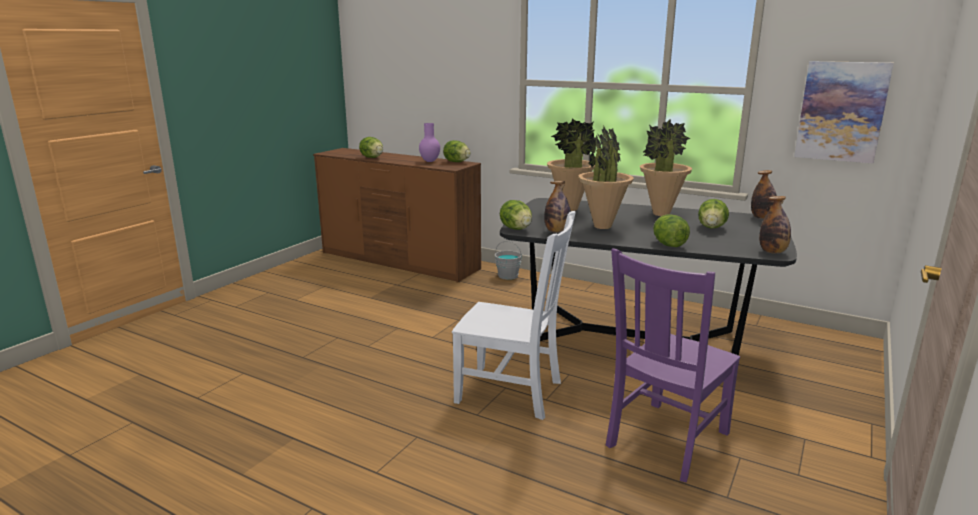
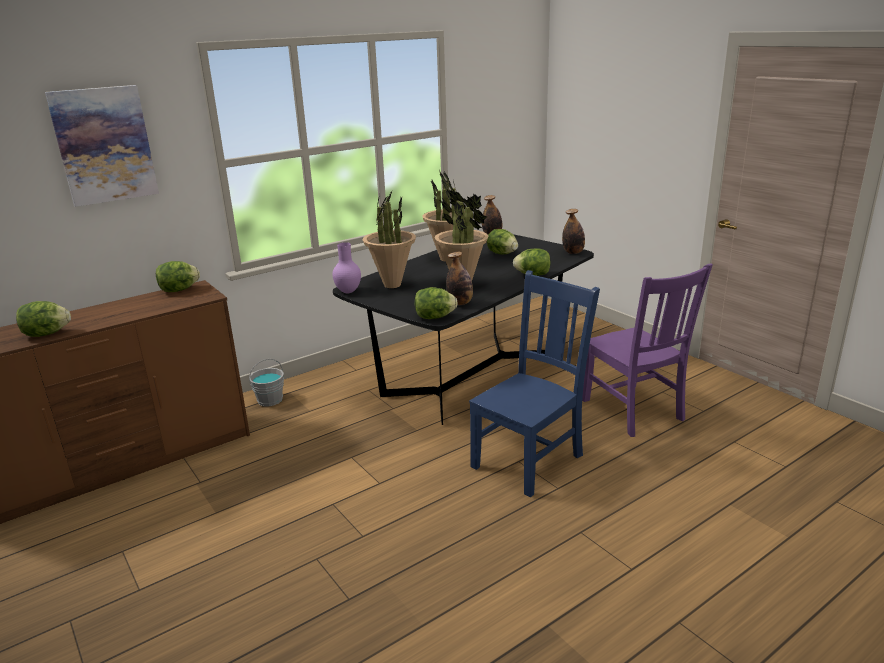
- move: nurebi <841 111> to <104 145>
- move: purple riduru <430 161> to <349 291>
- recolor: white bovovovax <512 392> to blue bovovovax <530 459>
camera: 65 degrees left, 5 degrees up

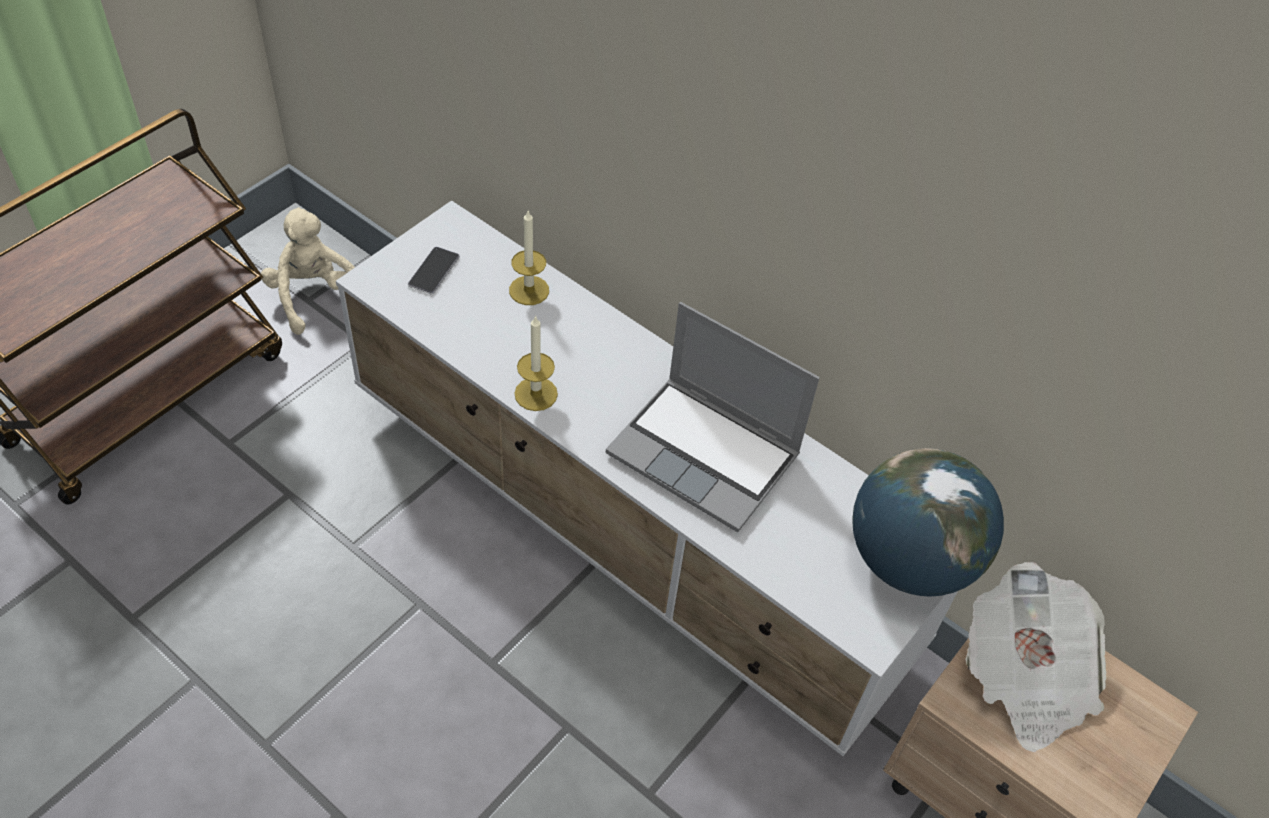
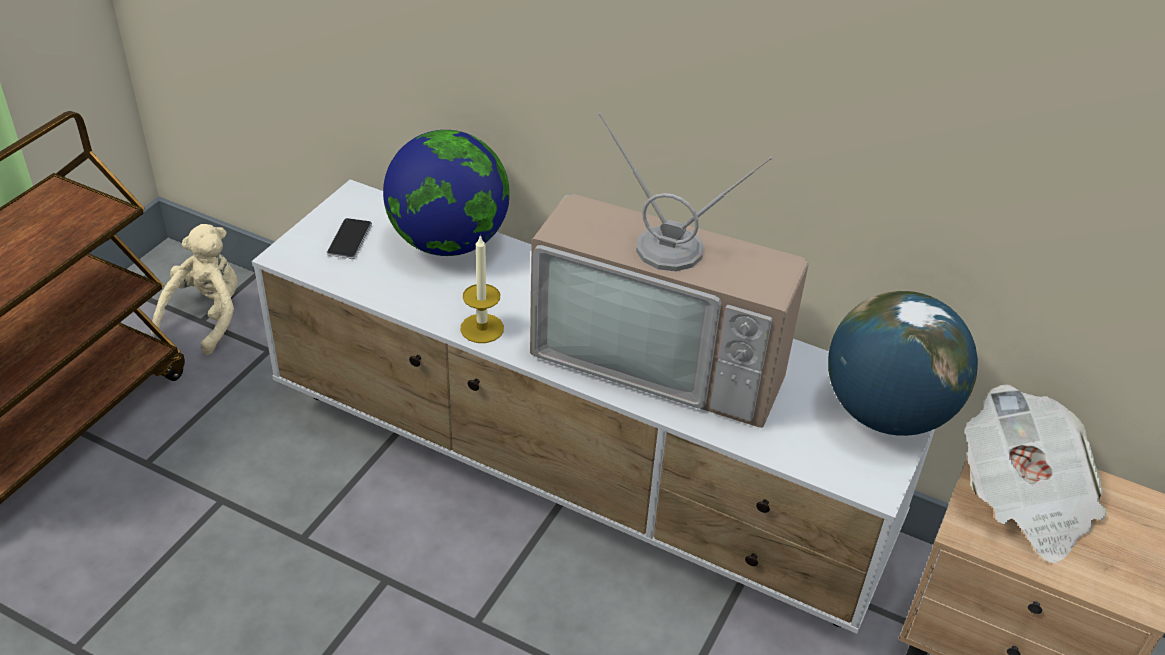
- rotate: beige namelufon <314 297> = <207 317> 60 degrees clockwise
- replace: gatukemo <529 290> to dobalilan <449 243>
- replace: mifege <706 455> to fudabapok <665 355>
camera: 10 degrees left, 10 degrees down

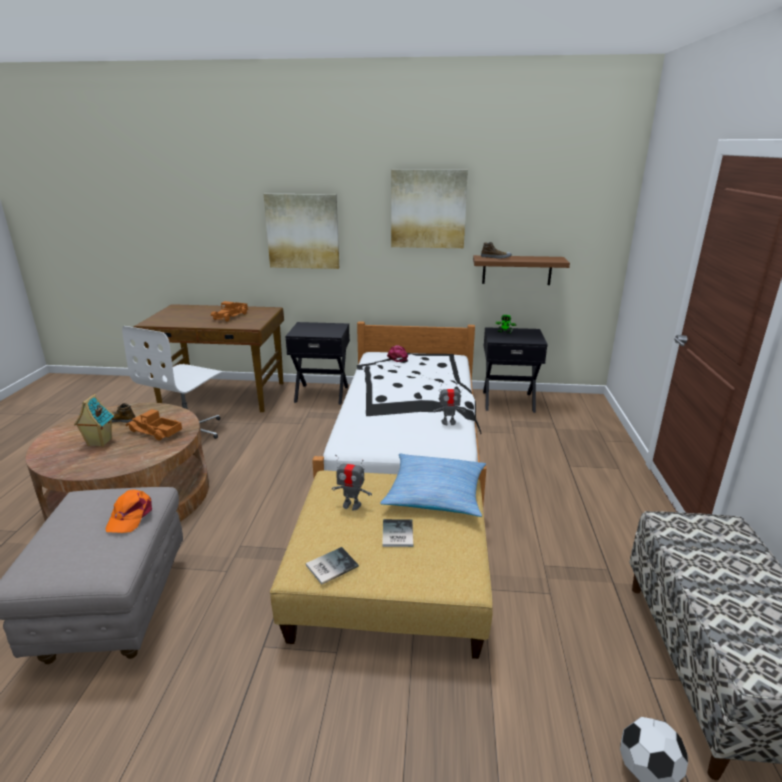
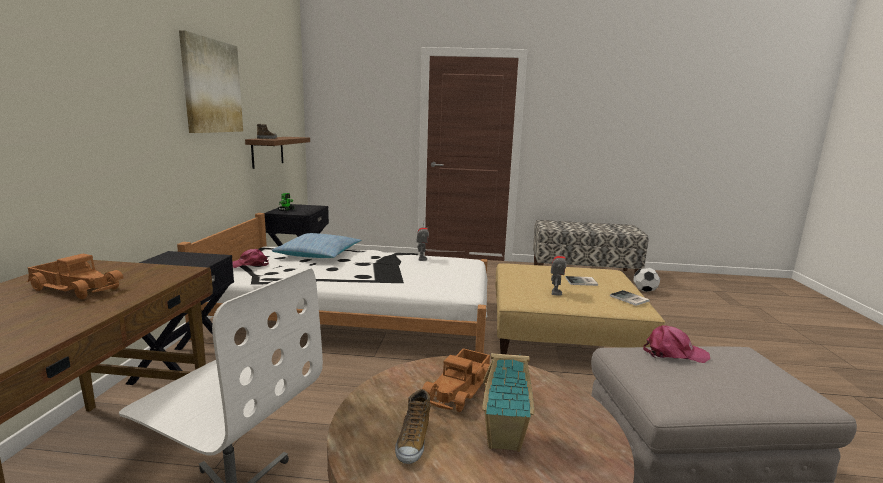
- delete: nurebi <302 231>
- move: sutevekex <435 494> to <319 254>
- recolor: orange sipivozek <130 516> to pink sipivozek <673 353>
camera: 90 degrees left, 10 degrees down

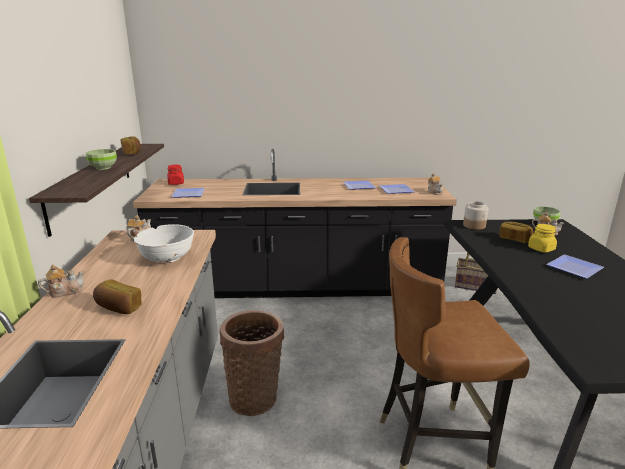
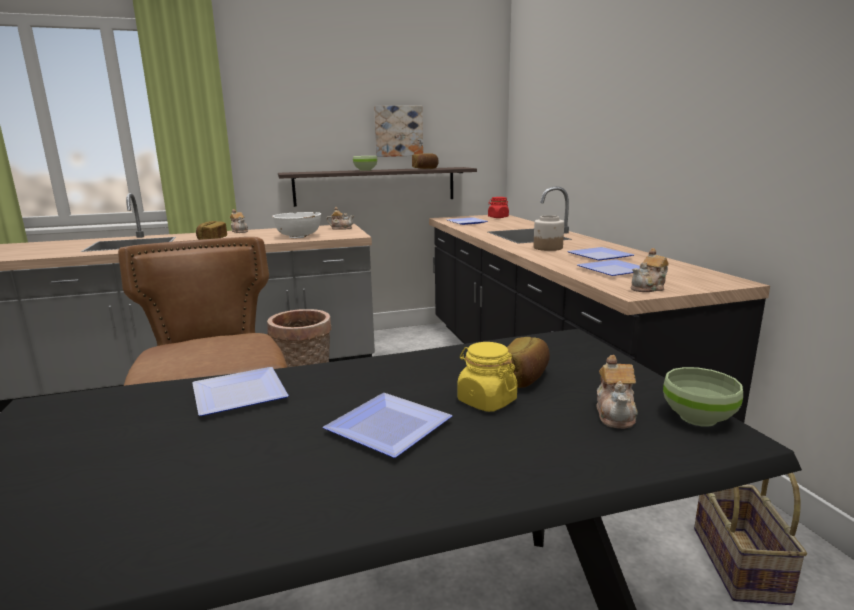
- move: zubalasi <474 226> to <548 248>
- insert: nurebi <398 131>
- insert: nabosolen <236 394>
camera: 75 degrees right, 5 degrees down

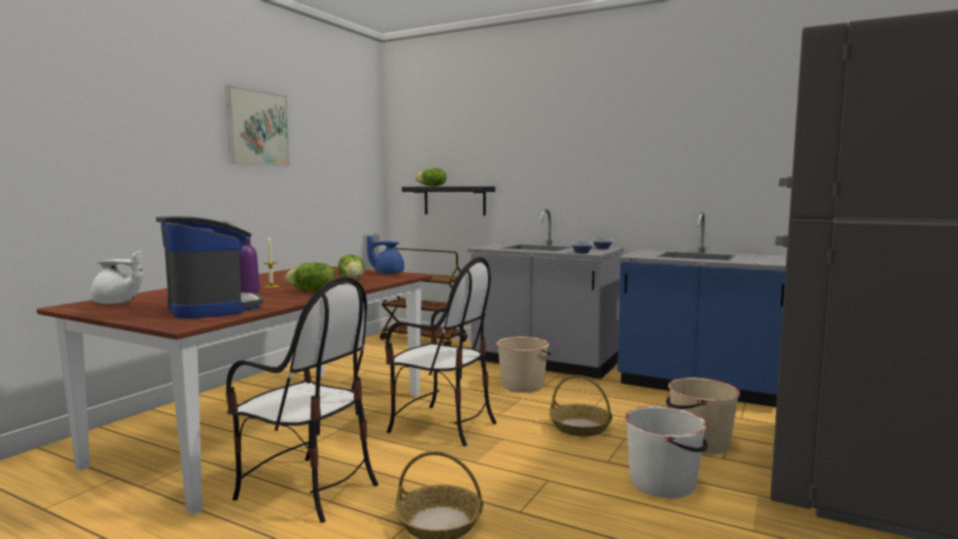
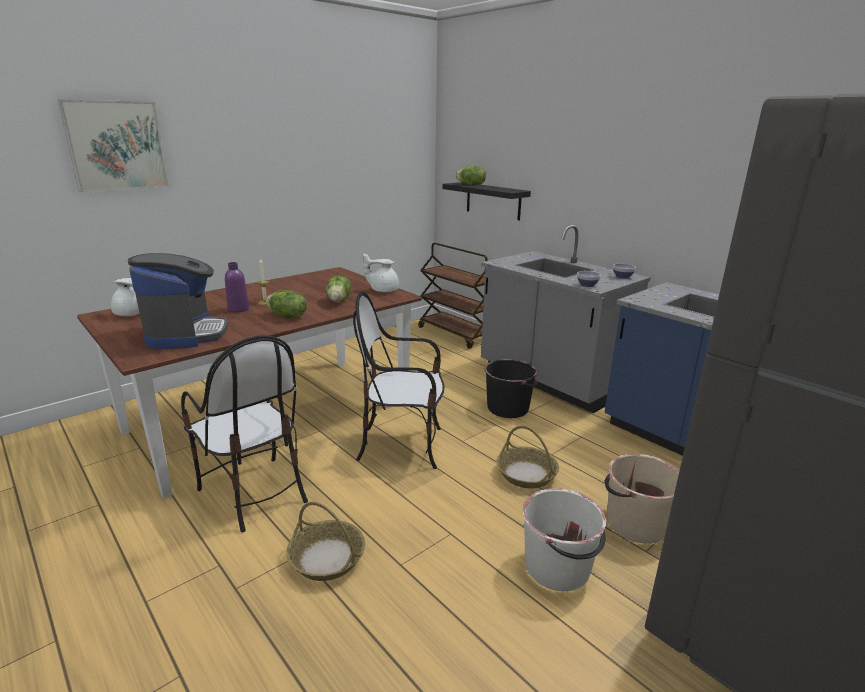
- move: nurebi <257 128> to <116 146>
- recolor: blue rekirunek <387 273> to white rekirunek <383 290>
- rotate: bovovovax <442 426> = <402 445> 135 degrees clockwise
- recolor: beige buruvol <522 385> to black buruvol <508 408>
camera: 20 degrees right, 15 degrees up

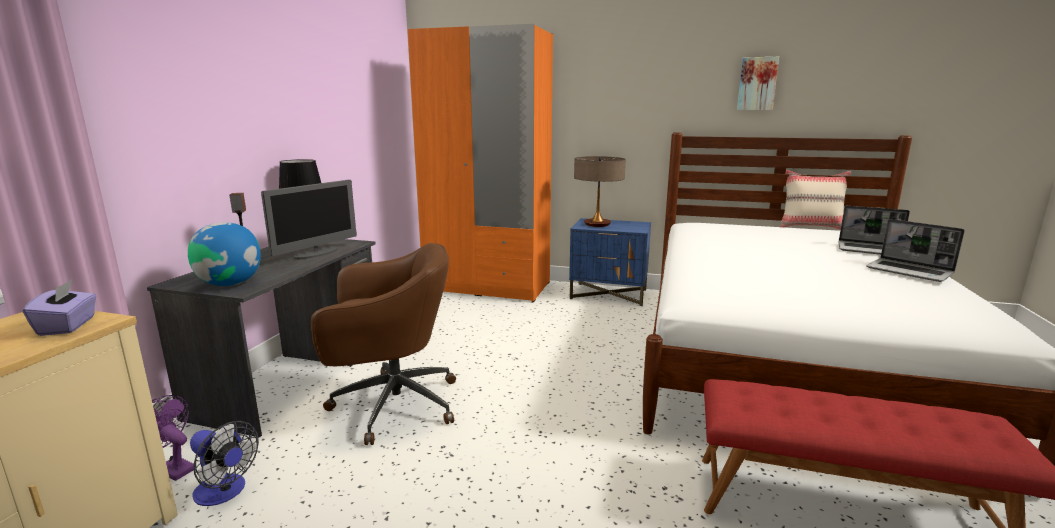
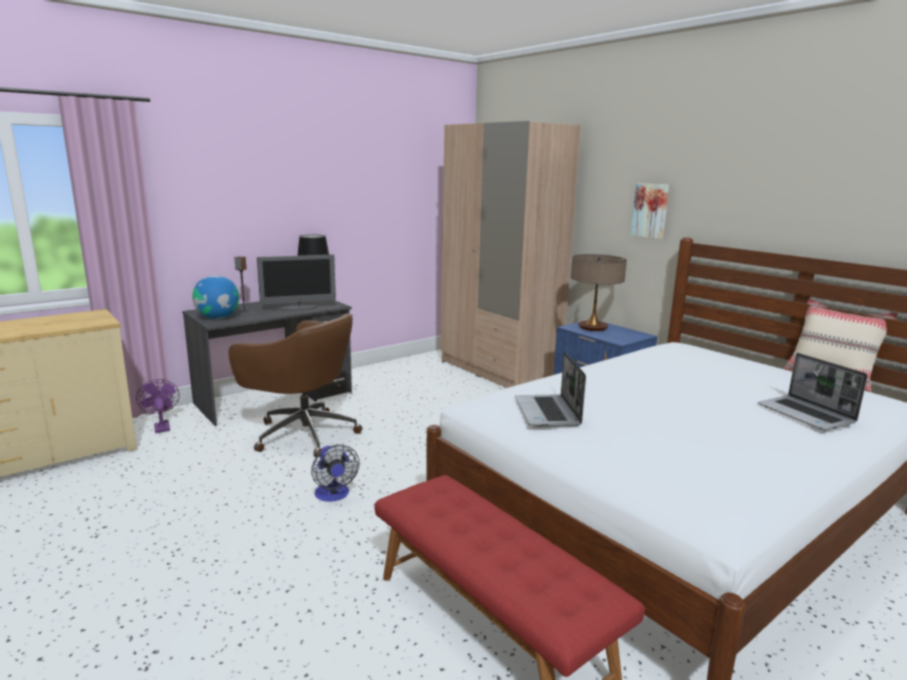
- recolor: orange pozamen <488 286> to beige pozamen <499 370>
- move: nurebi <757 84> to <651 210>
- move: mifege <910 271> to <548 412>
- delete: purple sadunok <68 326>
- move: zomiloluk <225 492> to <333 495>
camera: 35 degrees right, 0 degrees up

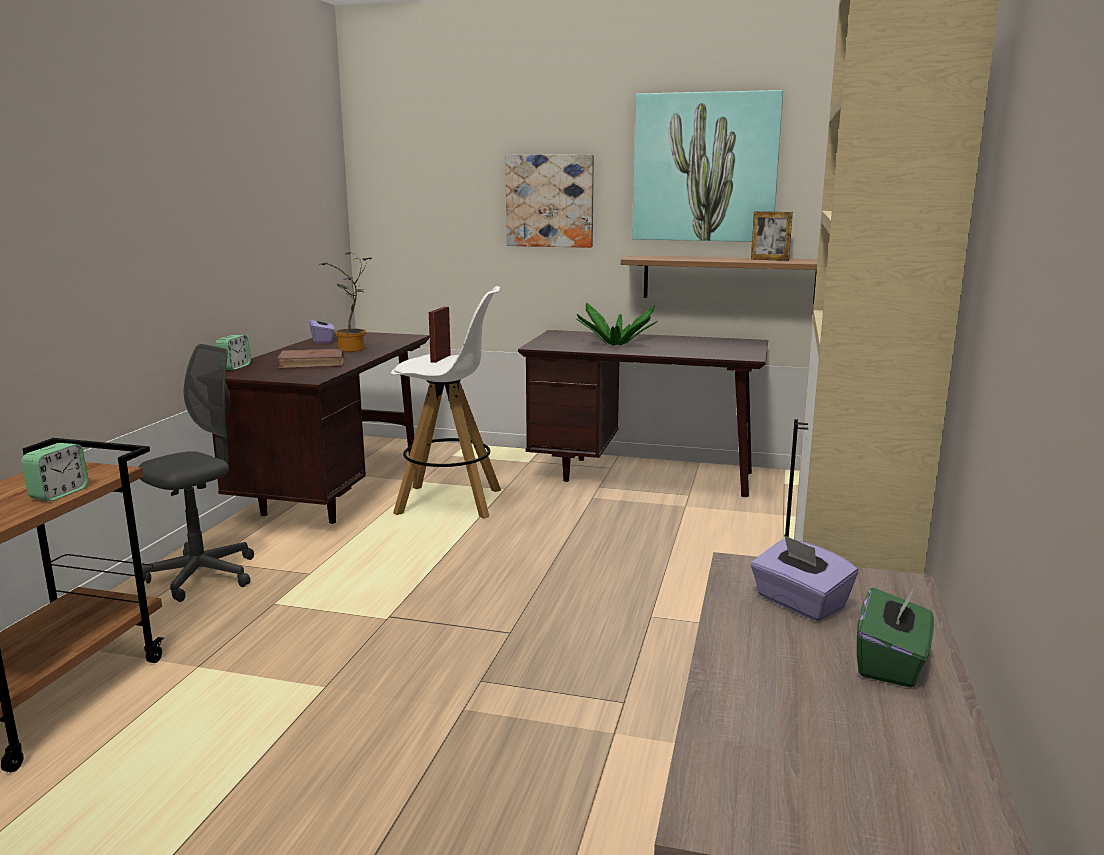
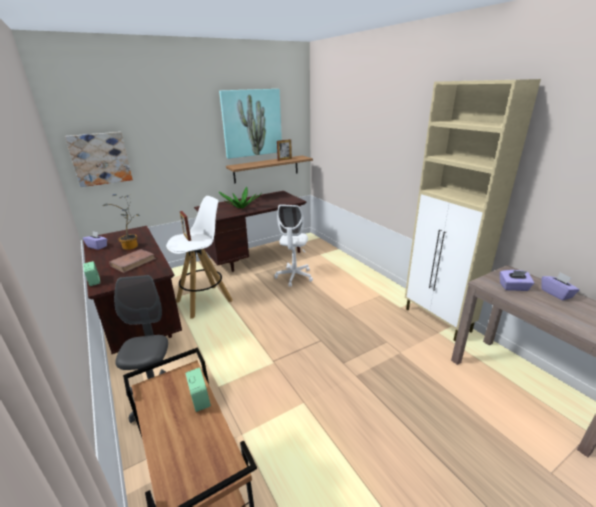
- move: nurebi <550 201> to <100 159>
- recolor: green sadunok <891 663> to purple sadunok <556 293>
- insert: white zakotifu <294 277>
camera: 45 degrees left, 10 degrees up

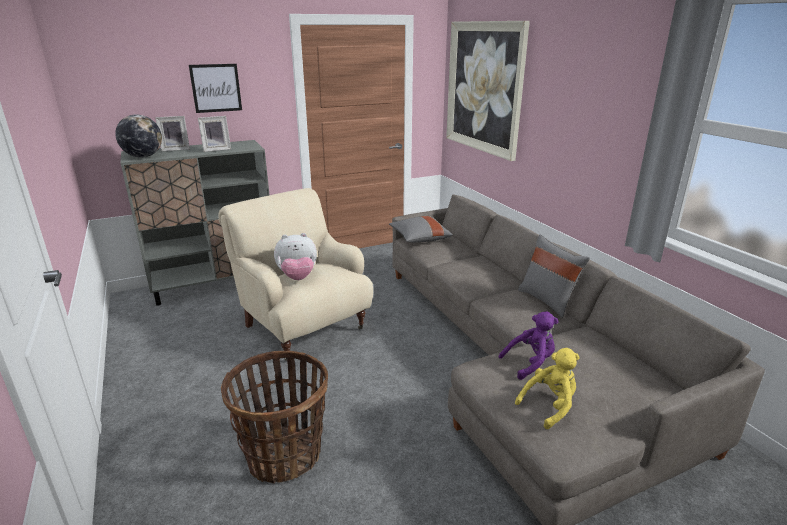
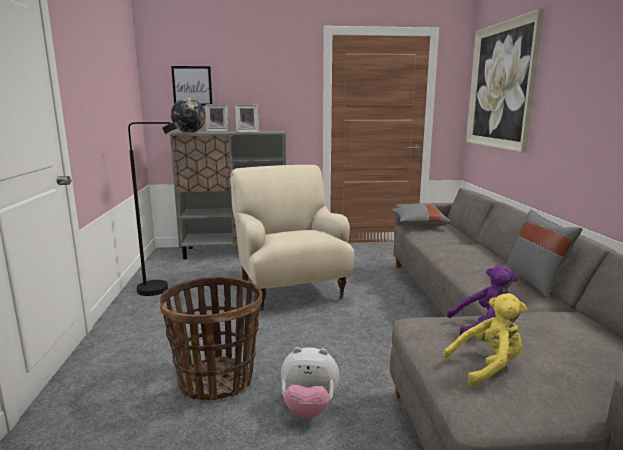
- move: nurebi <216 88> to <192 86>
- move: namelufon <297 277> to <309 408>
- insert: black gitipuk <161 290>
camera: 20 degrees right, 10 degrees down

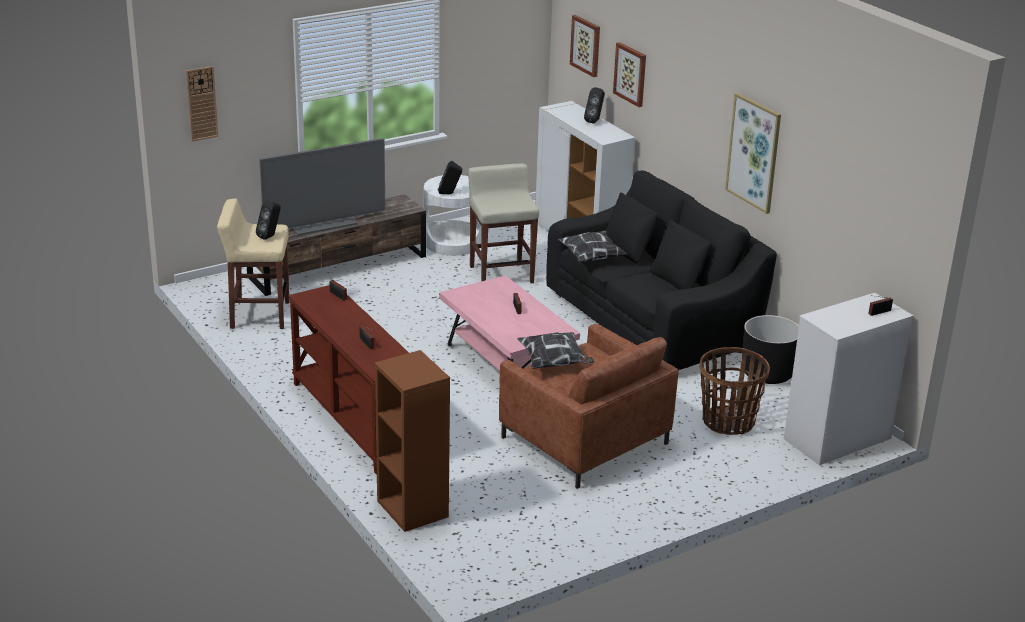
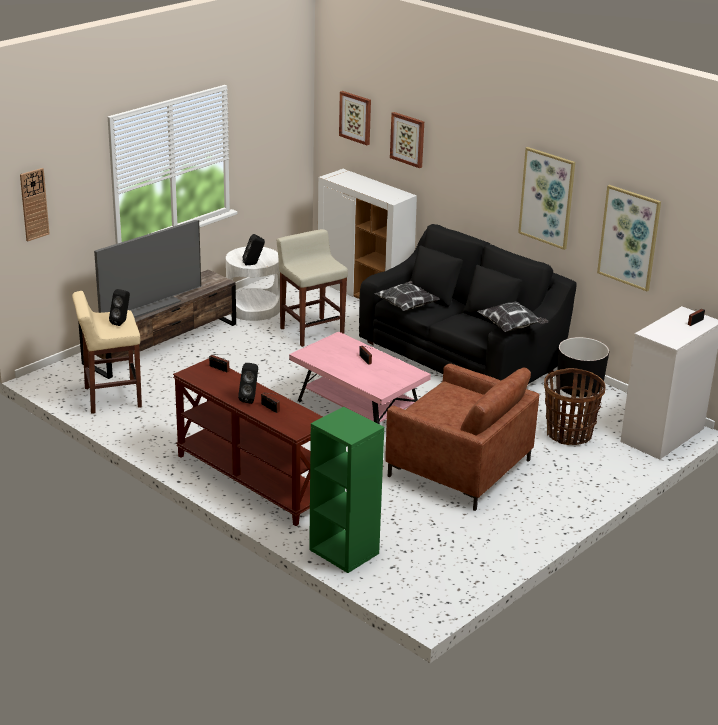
- move: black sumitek <595 121> to <250 399>
- move: sutevekex <554 363> to <511 327>
- recolor: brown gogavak <411 508> to green gogavak <343 551>
- insert: nurebi <629 237>
camera: 15 degrees left, 0 degrees up

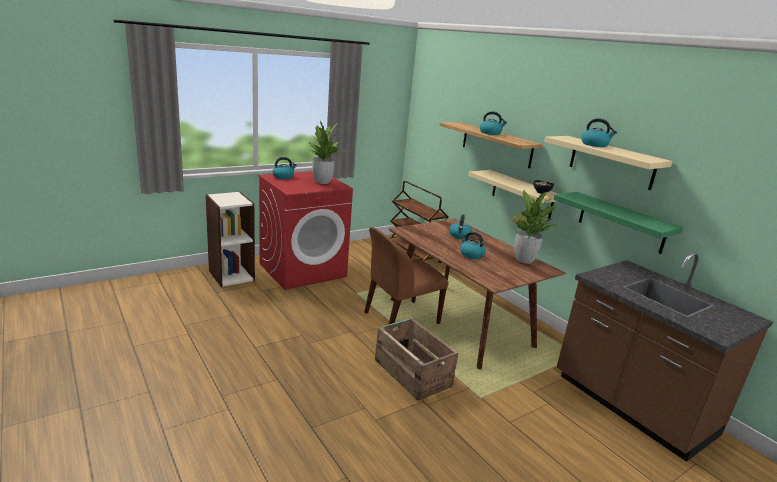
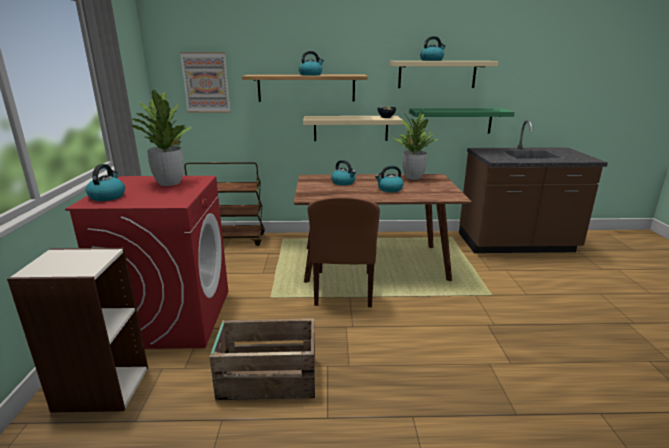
- move: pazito <412 372> to <267 378>
- insert: nurebi <206 82>
camera: 55 degrees left, 0 degrees up

